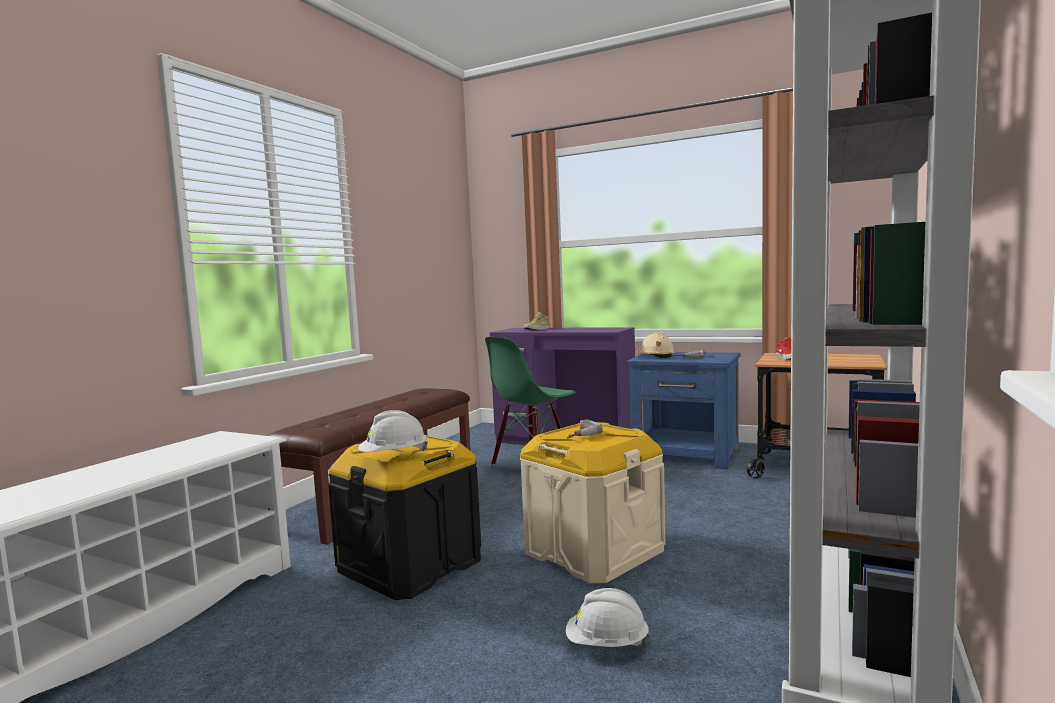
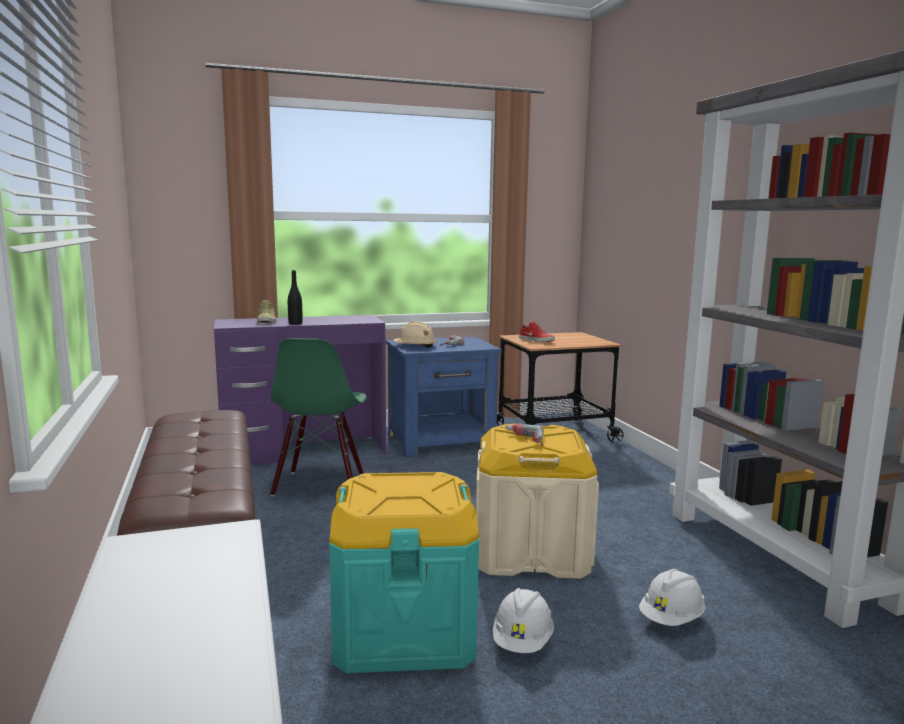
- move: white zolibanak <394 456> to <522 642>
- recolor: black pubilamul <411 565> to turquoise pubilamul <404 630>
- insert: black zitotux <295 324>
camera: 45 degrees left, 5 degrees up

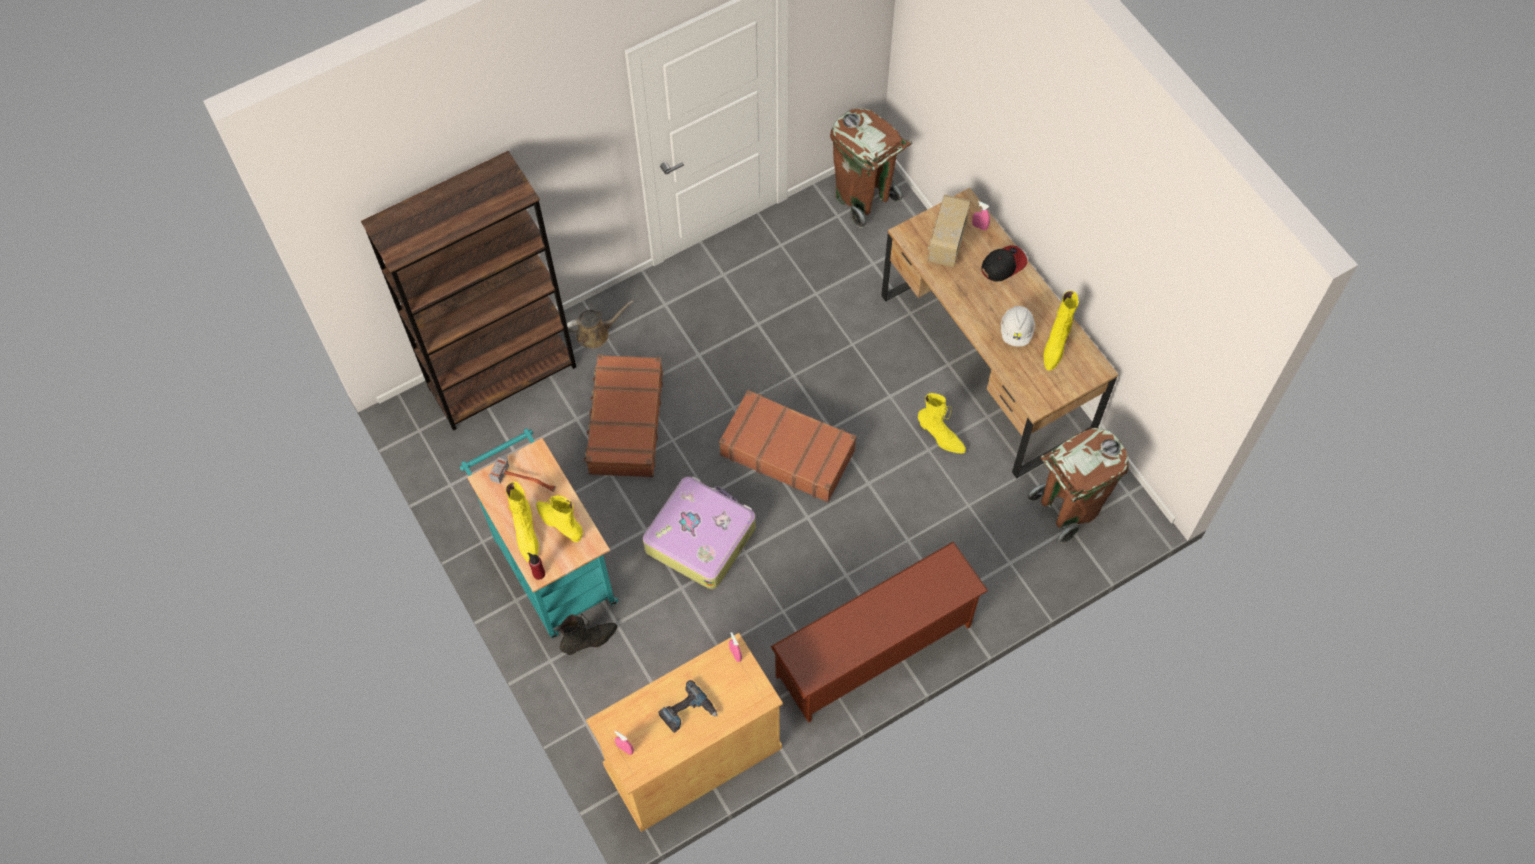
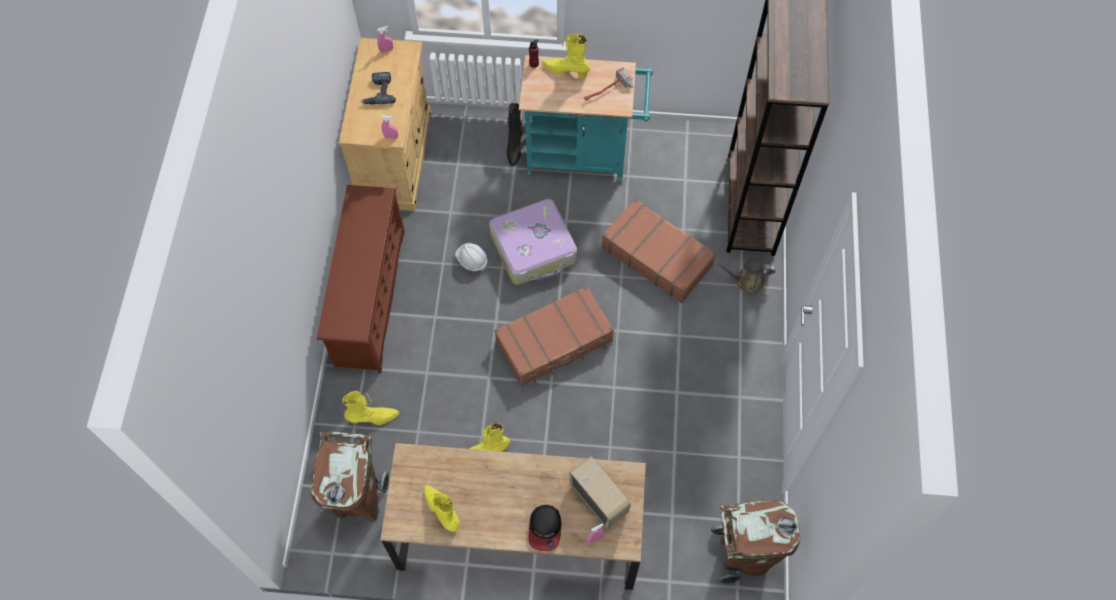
- rotate: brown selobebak <596 333> = <746 280> 75 degrees clockwise
- move: white zolibanak <1016 331> to <472 260>
- move: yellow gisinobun <560 524> to <373 418>
camera: 125 degrees right, 0 degrees up

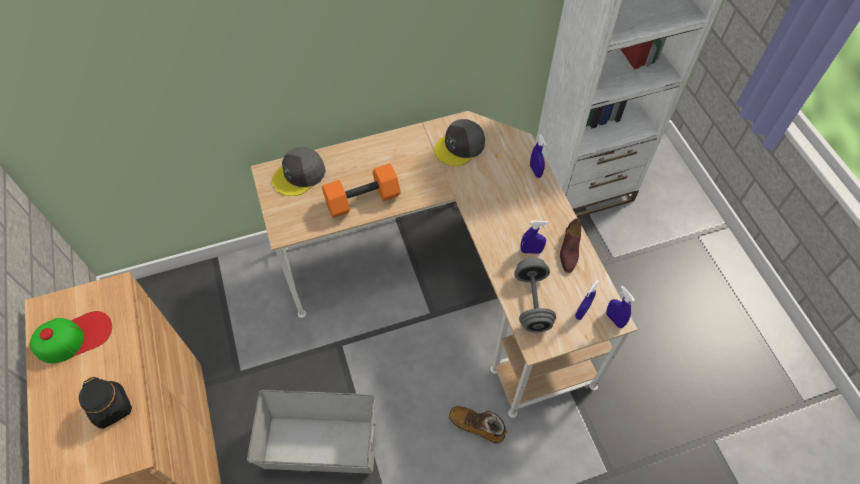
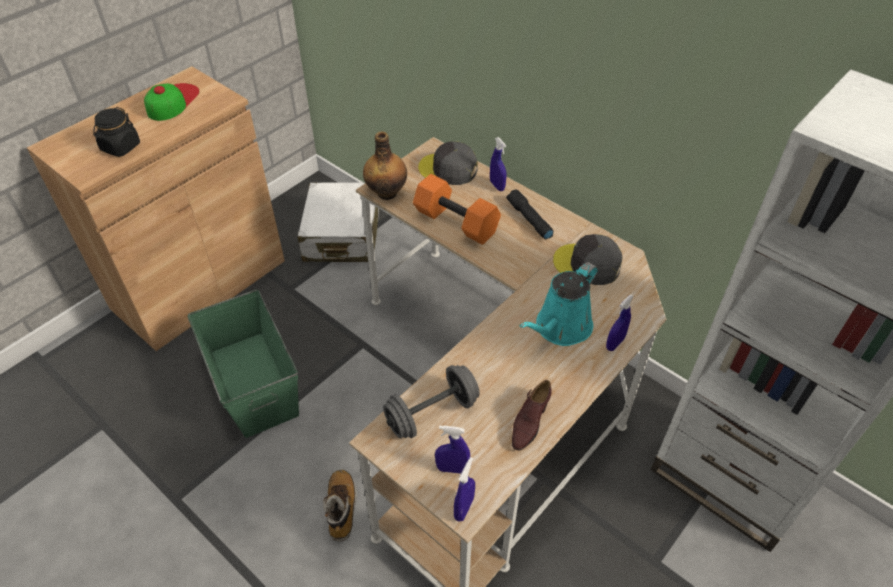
- rotate: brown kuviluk <569 250> = <529 421> 45 degrees counterclockwise
- move: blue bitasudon <531 251> to <497 185>
- rotate: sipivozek <74 337> = <172 101> 105 degrees counterclockwise
- recolor: grey pubilamul <320 444> to green pubilamul <254 381>
- insert: zitotux <387 192>
- insert: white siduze <342 235>
- insert: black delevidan <528 219>
- insert: turquoise selobebak <560 328>
camera: 60 degrees right, 10 degrees down

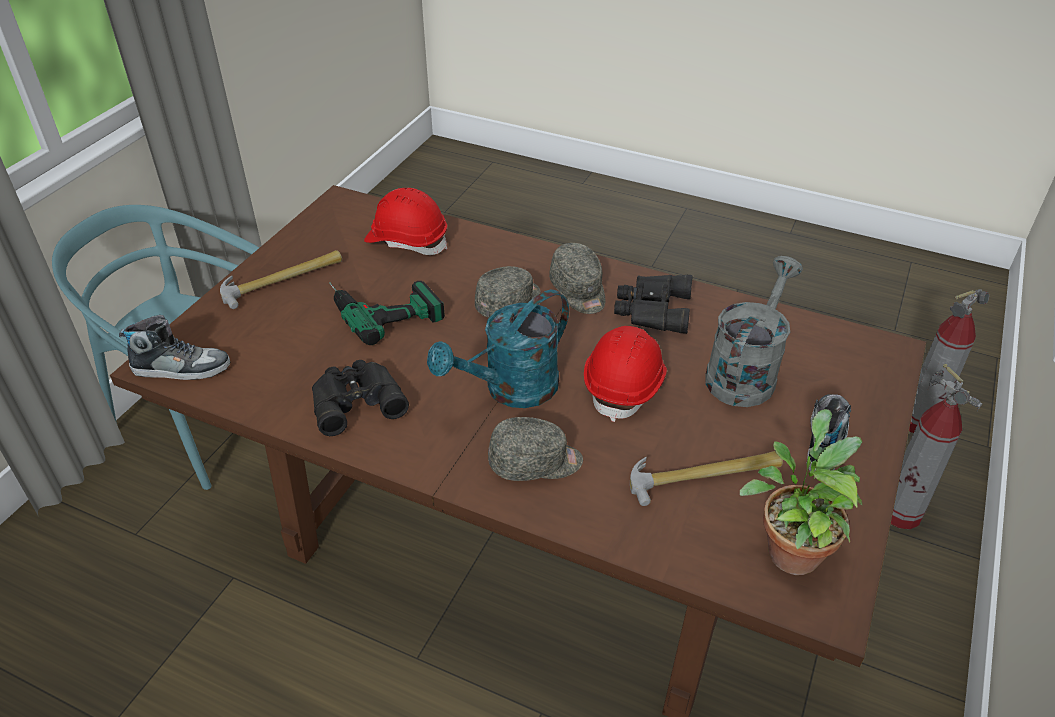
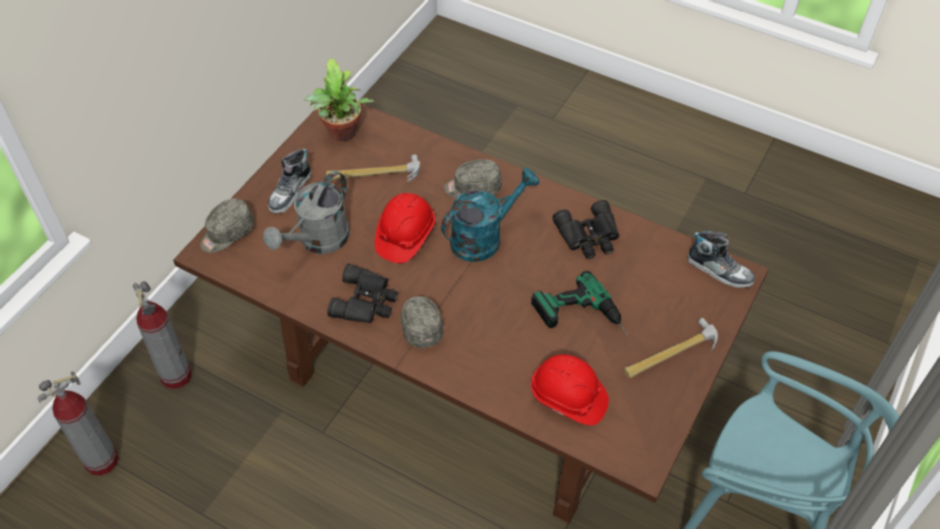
- move: grey sipivozek <509 303> to <227 233>
- rotate: kuviluk <181 368> = <719 270> 150 degrees counterclockwise
camera: 175 degrees left, 10 degrees up

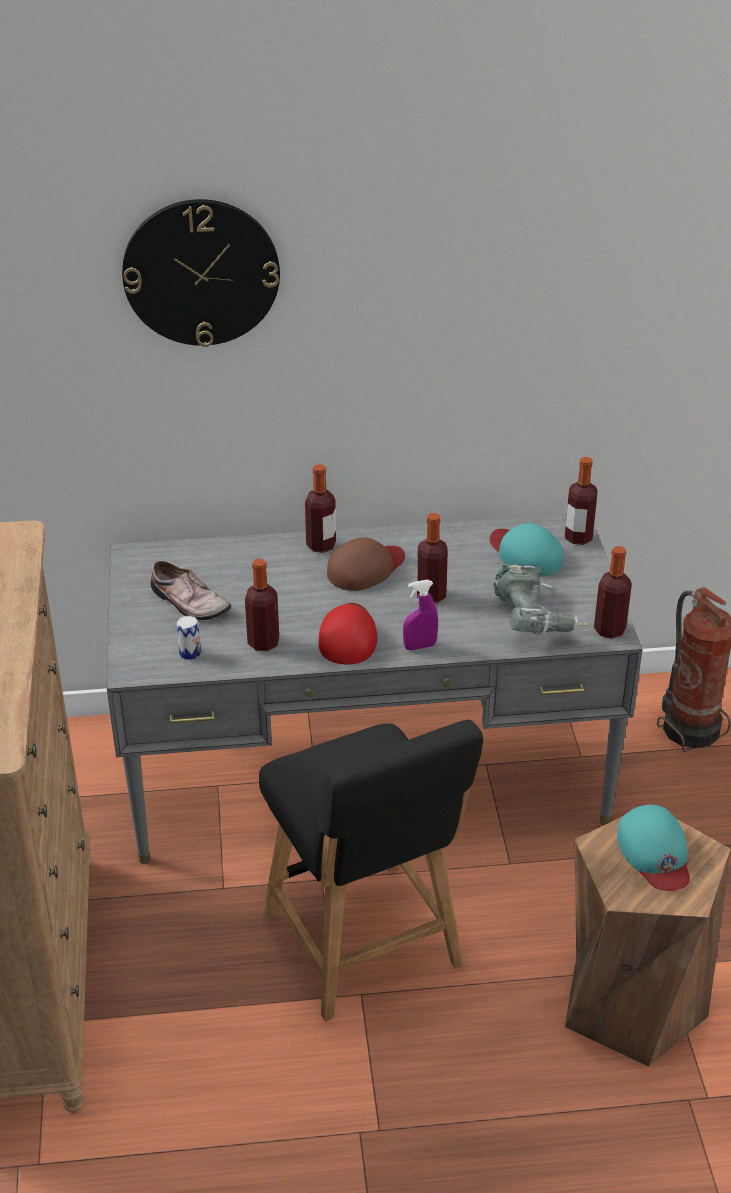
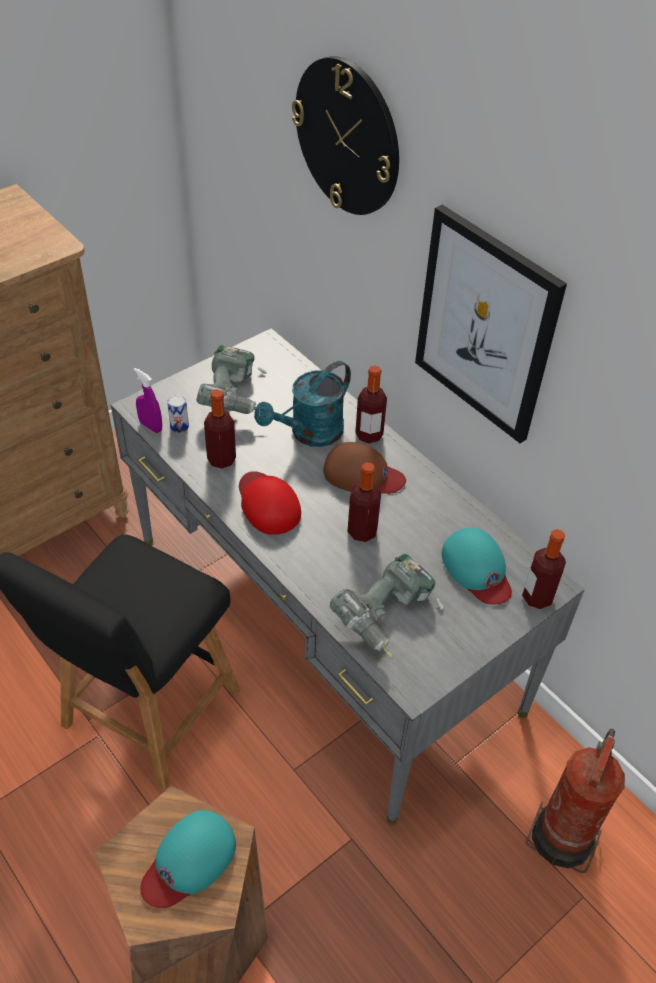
- rotate: turquoise sipivozek <525 554> = <477 569> 135 degrees clockwise
- delete: zitotux <609 630>
- replace: kuviluk <187 603> to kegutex <236 397>
- move: purple bitasudon <420 646> to <151 426>
- rotate: red sipivozek <348 636> = <267 504> 90 degrees counterclockwise
- insert: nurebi <485 325>
- insert: turquoise selobebak <309 434>
camera: 55 degrees right, 10 degrees up

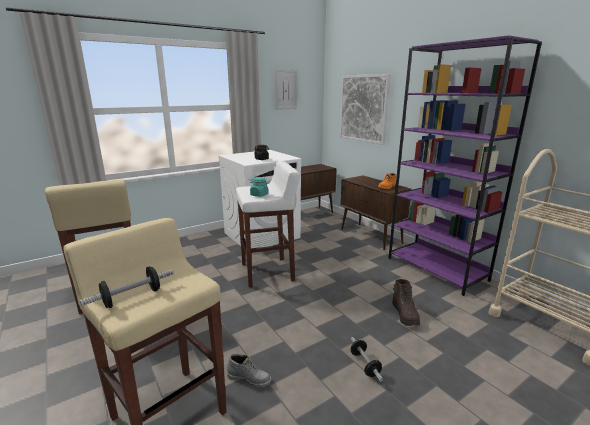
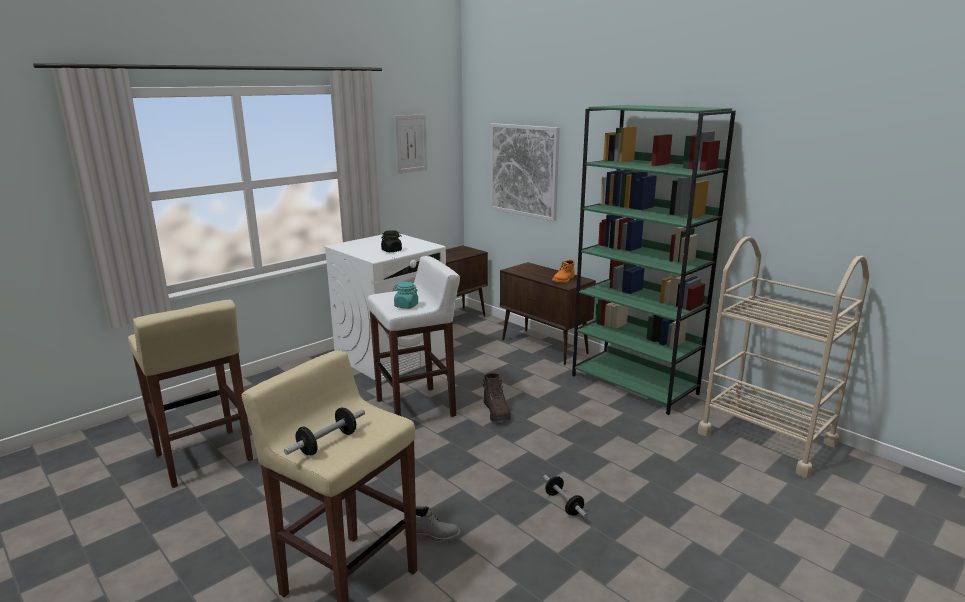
- recolor: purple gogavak <437 269> to green gogavak <634 384>
- move: brown gisinobun <405 315> to <497 413>
camera: 10 degrees left, 0 degrees up

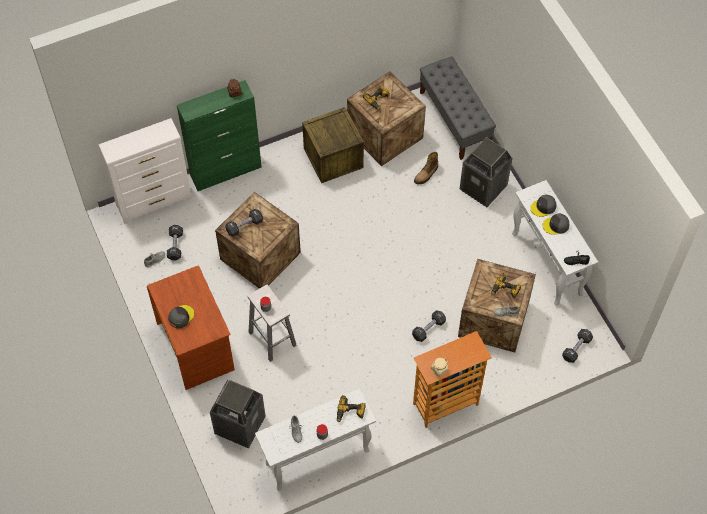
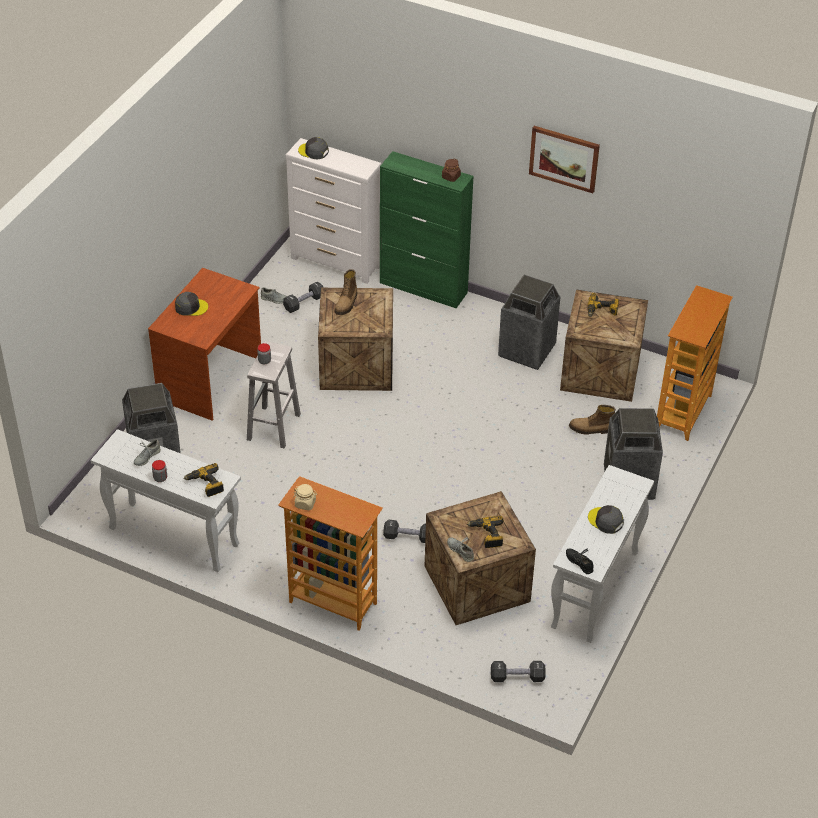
- replace: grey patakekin <455 120> to gogavak <684 413>
- replace: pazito <333 158> to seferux <527 351>
- move: grey sipivozek <543 207> to <313 151>
- replace: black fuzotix <244 226> to gisinobun <347 303>
- insert: nurebi <564 158>
camera: 50 degrees right, 15 degrees down

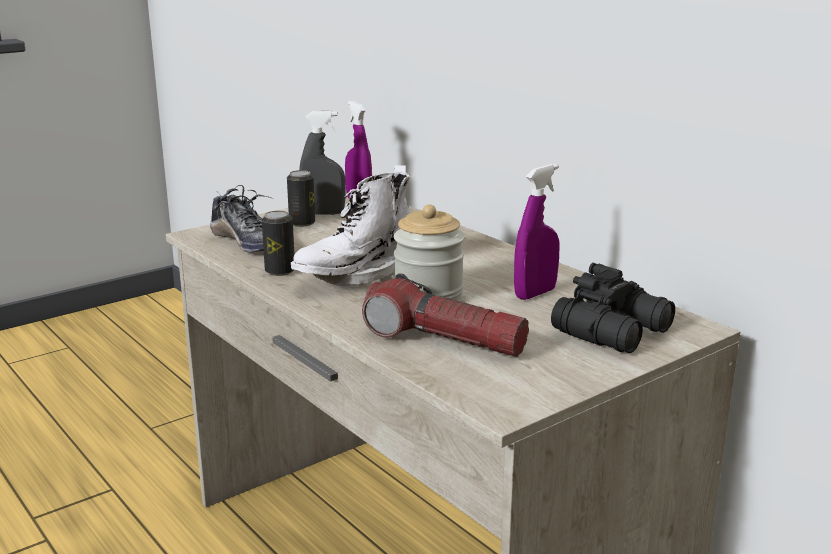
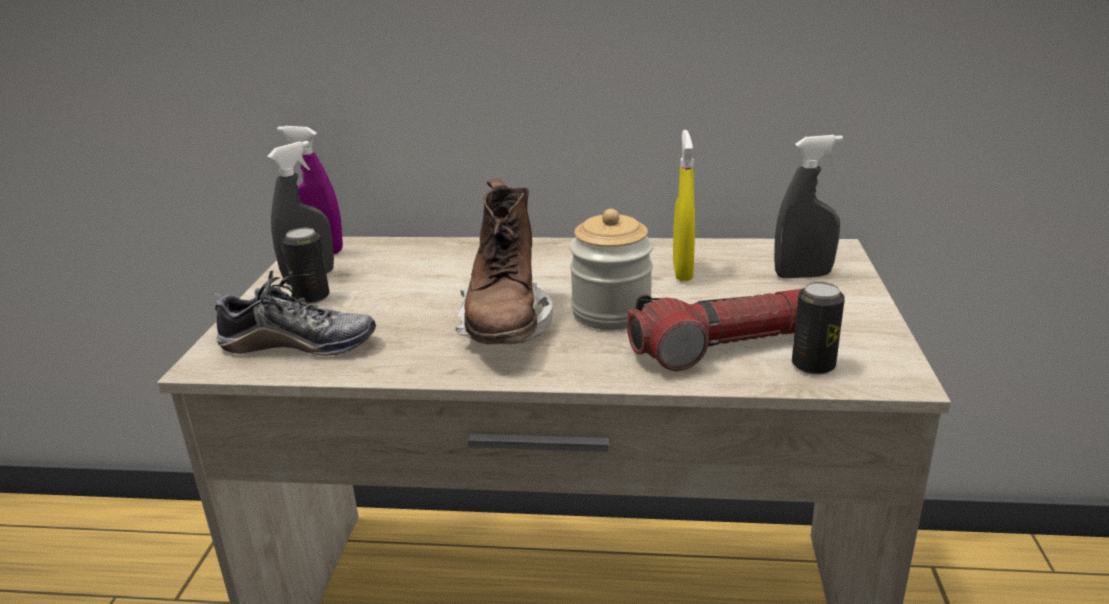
- recolor: purple bitasudon <535 293> to yellow bitasudon <682 271>
- recolor: white gisinobun <355 276> to brown gisinobun <505 326>
- move: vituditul <280 271> to <813 365>
- replace: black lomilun <615 331> to grey bitasudon <803 275>
camera: 45 degrees left, 5 degrees up

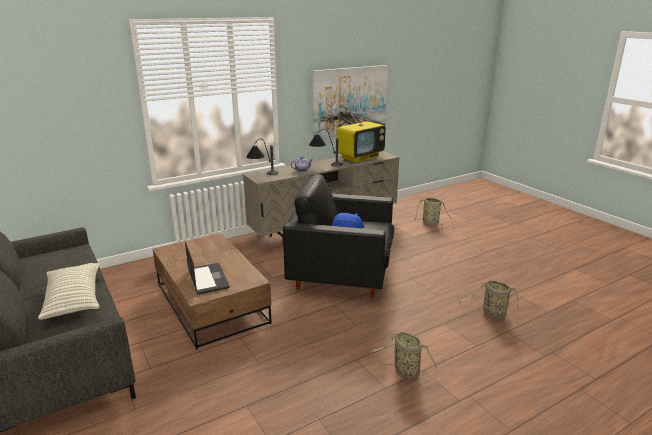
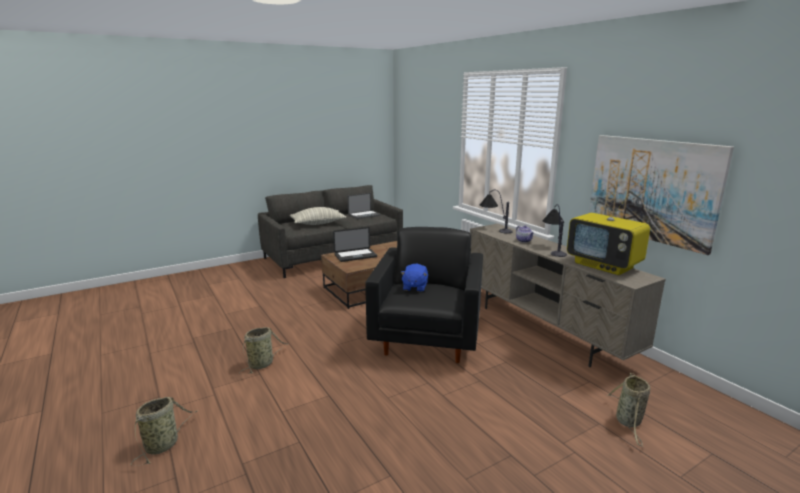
- move: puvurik <492 314> to <164 444>
- insert: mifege <364 215>
camera: 90 degrees right, 5 degrees down

